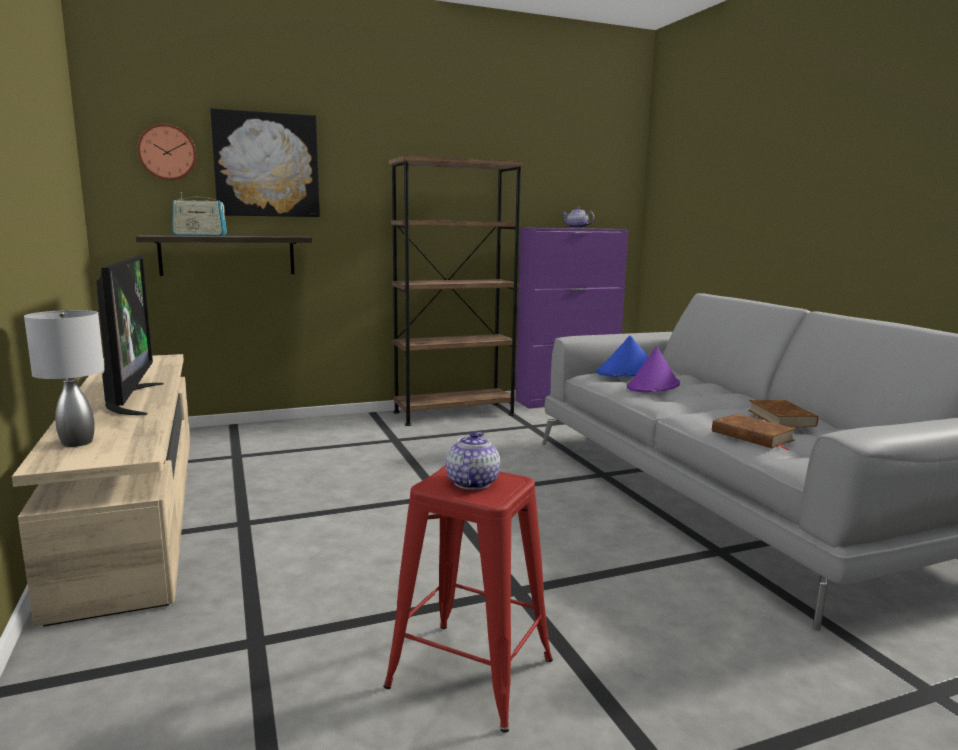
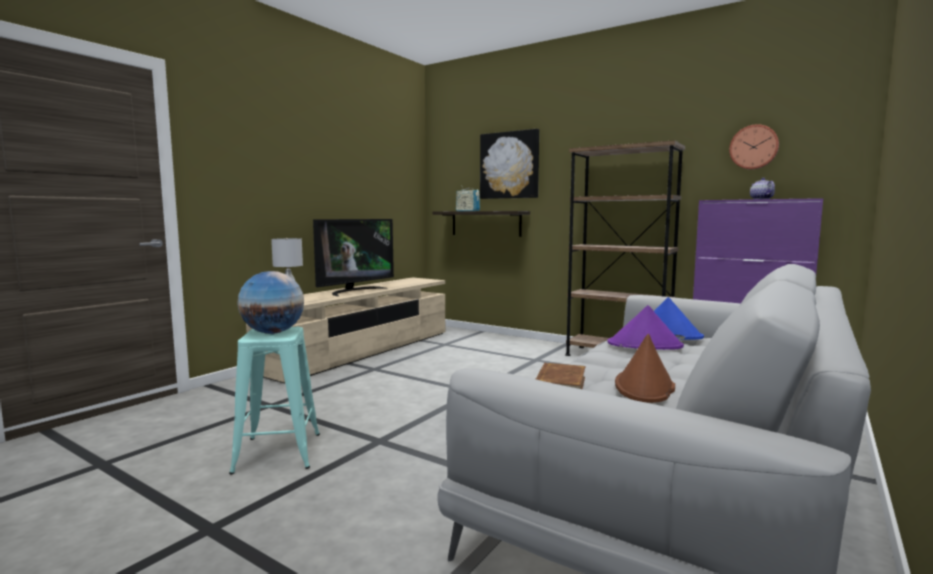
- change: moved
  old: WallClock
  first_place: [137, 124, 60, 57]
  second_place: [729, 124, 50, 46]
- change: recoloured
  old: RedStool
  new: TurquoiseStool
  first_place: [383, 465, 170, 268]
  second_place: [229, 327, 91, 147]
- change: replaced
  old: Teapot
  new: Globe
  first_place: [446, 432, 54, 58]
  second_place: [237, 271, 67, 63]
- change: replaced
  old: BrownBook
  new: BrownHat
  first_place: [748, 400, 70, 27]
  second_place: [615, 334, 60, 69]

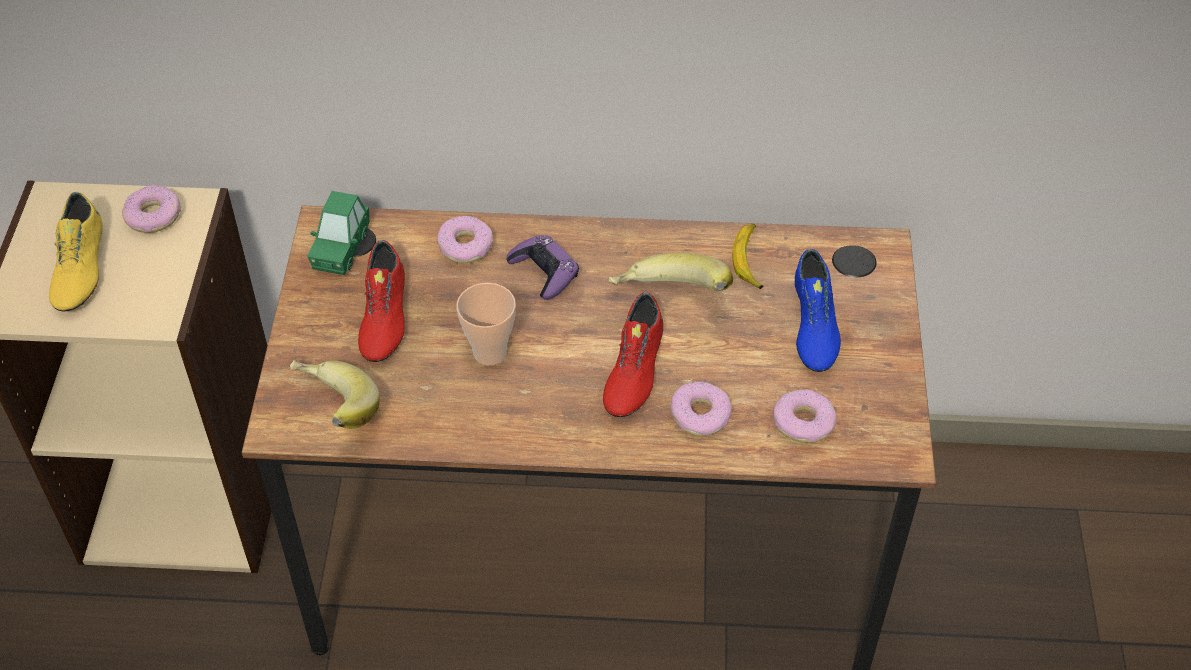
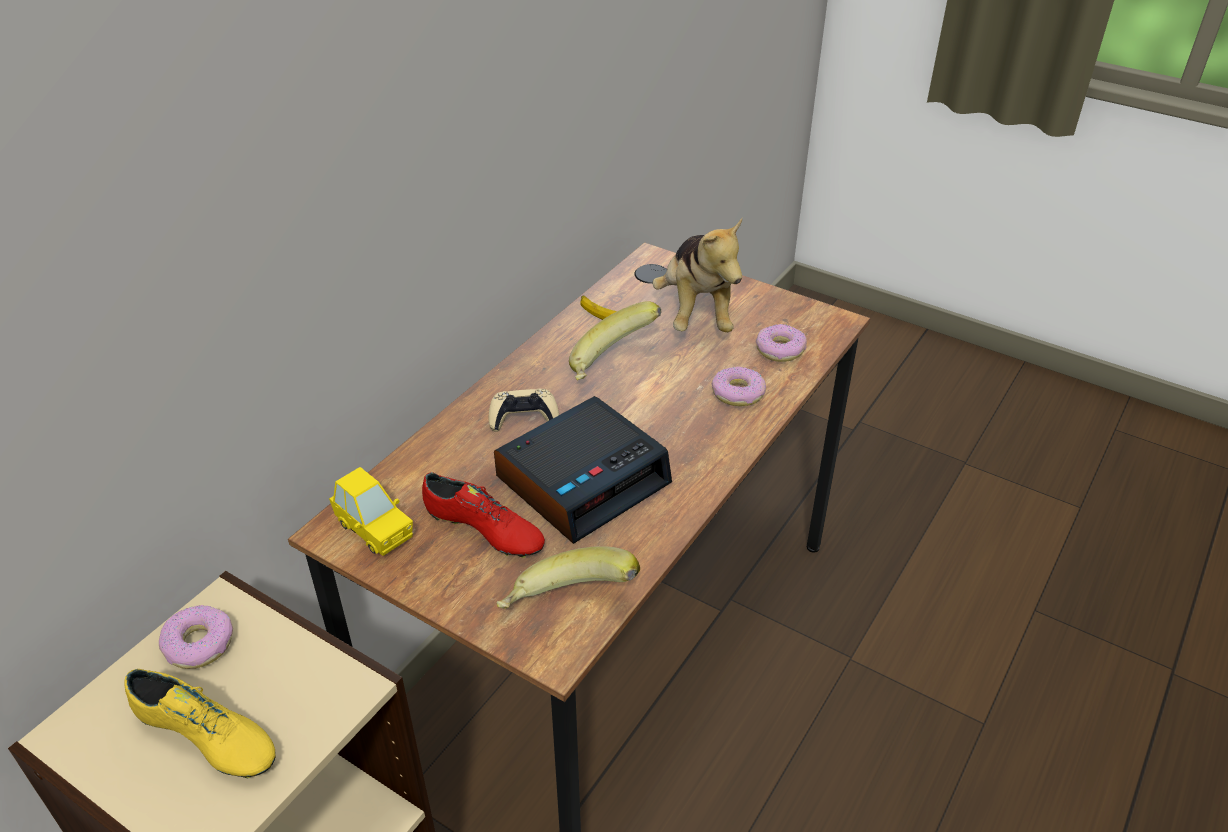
- change: recoloured
  old: GreenToyCar
  new: YellowToyCar
  first_place: [307, 191, 63, 84]
  second_place: [329, 467, 84, 89]
- change: removed
  old: Donut
  first_place: [437, 215, 56, 49]
- change: replaced
  old: Cup
  new: AlarmClock
  first_place: [456, 283, 60, 82]
  second_place: [494, 396, 178, 148]
- change: recoloured
  old: PurpleGameController
  new: BeigeGameController
  first_place: [506, 235, 73, 65]
  second_place: [488, 389, 71, 43]
- change: removed
  old: RedShoe
  first_place: [603, 292, 60, 125]
- change: replaced
  old: BlueShoe
  new: PlushToy
  first_place: [795, 249, 46, 123]
  second_place: [652, 218, 90, 114]

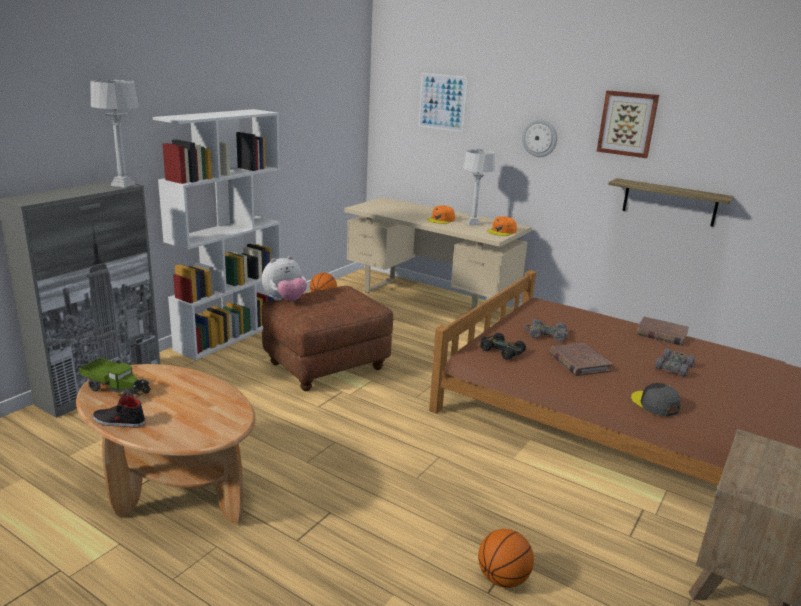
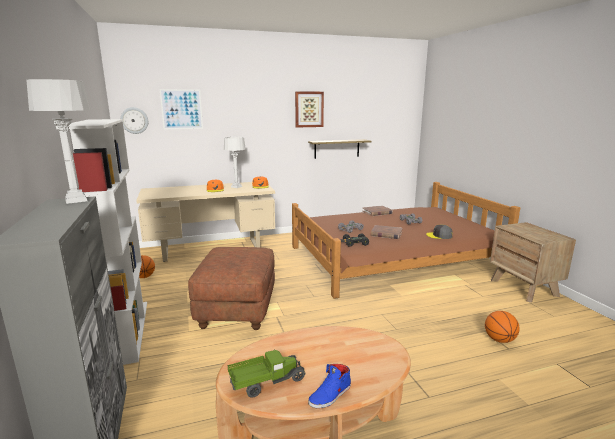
- change: recoloured
  old: BlackShoe
  new: BlueShoe
  first_place: [93, 394, 52, 34]
  second_place: [308, 364, 43, 44]
- change: removed
  old: PlushToy
  first_place: [262, 256, 45, 45]
- change: moved
  old: WallClock
  first_place: [522, 119, 35, 38]
  second_place: [120, 107, 28, 27]

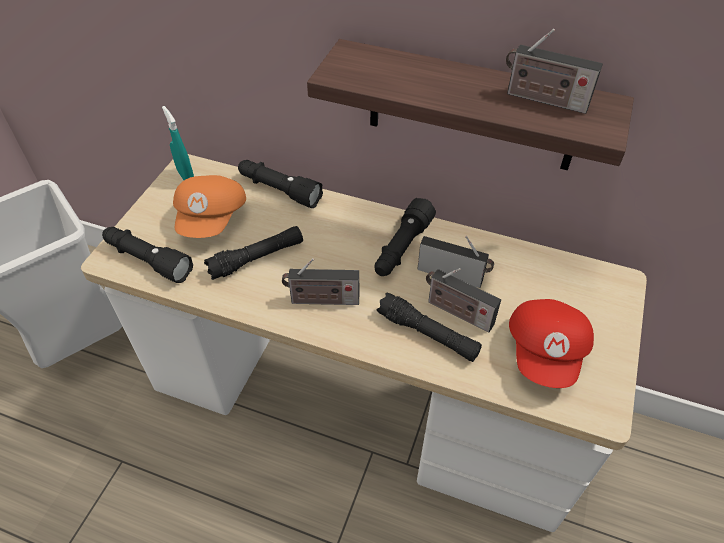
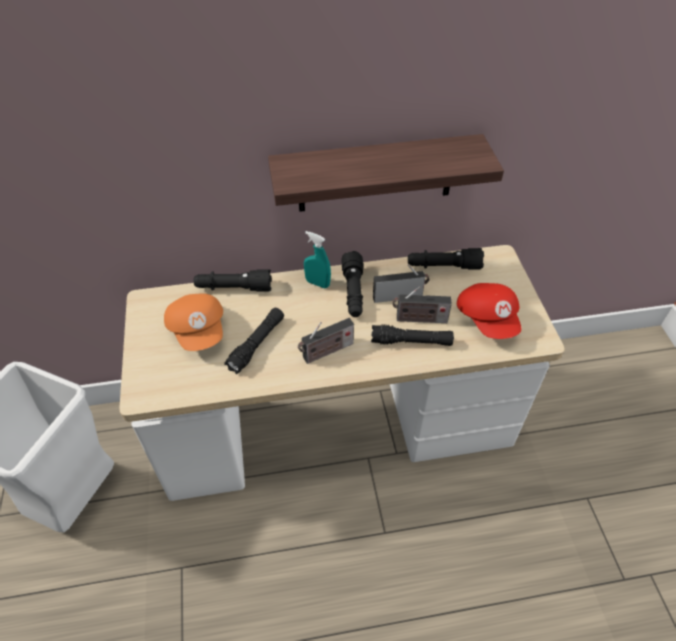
- change: moved
  old: BlackFlashlight
  first_place: [102, 227, 91, 56]
  second_place: [408, 248, 76, 22]
- change: moved
  old: TurquoiseSprayBottle
  first_place: [162, 106, 32, 74]
  second_place: [304, 231, 27, 57]
- change: removed
  old: Radio
  first_place: [506, 29, 97, 85]

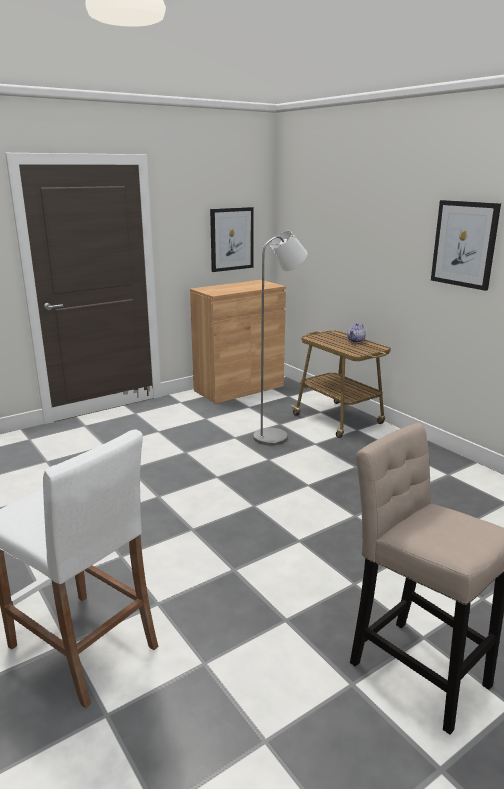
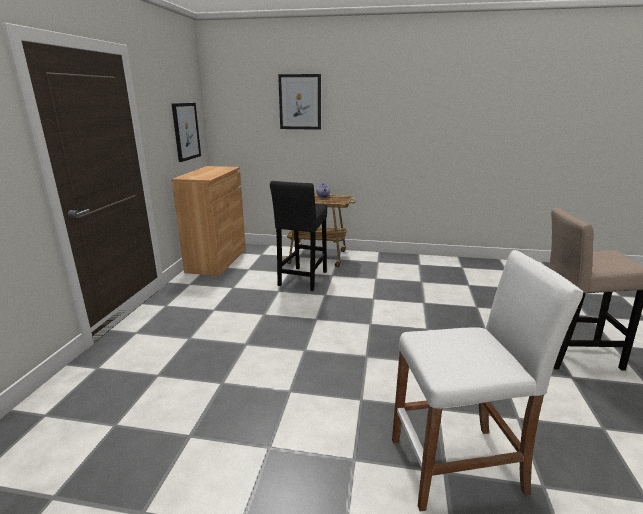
- change: replaced
  old: GreyFloorLamp
  new: BlackStool
  first_place: [253, 231, 55, 214]
  second_place: [270, 181, 57, 110]
- change: moved
  old: Picture
  first_place: [431, 200, 70, 91]
  second_place: [278, 74, 43, 56]

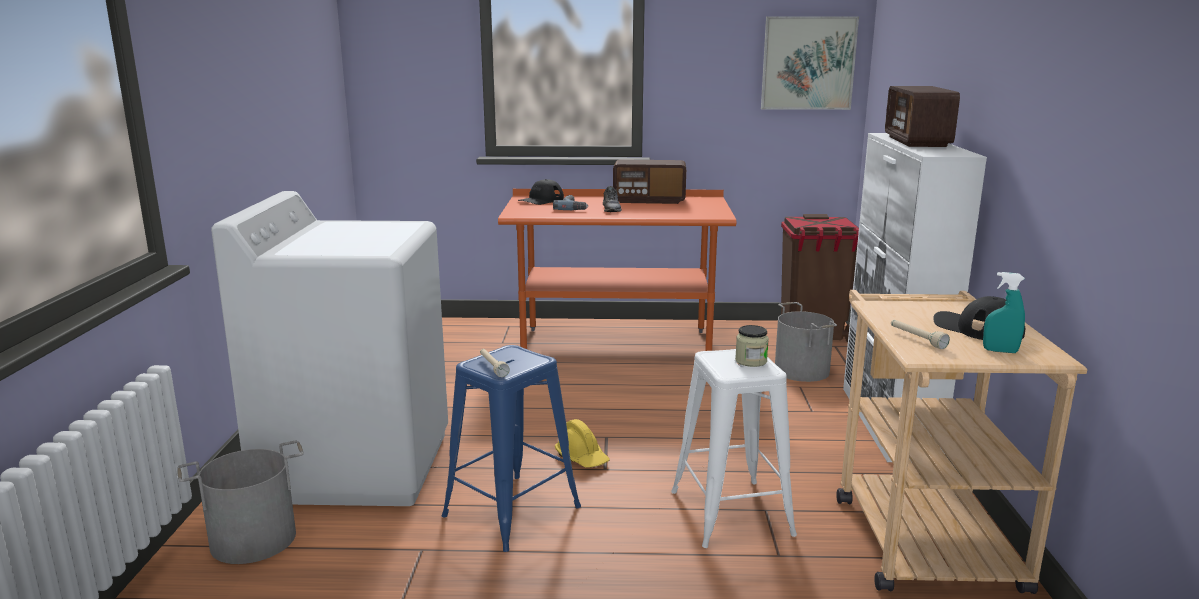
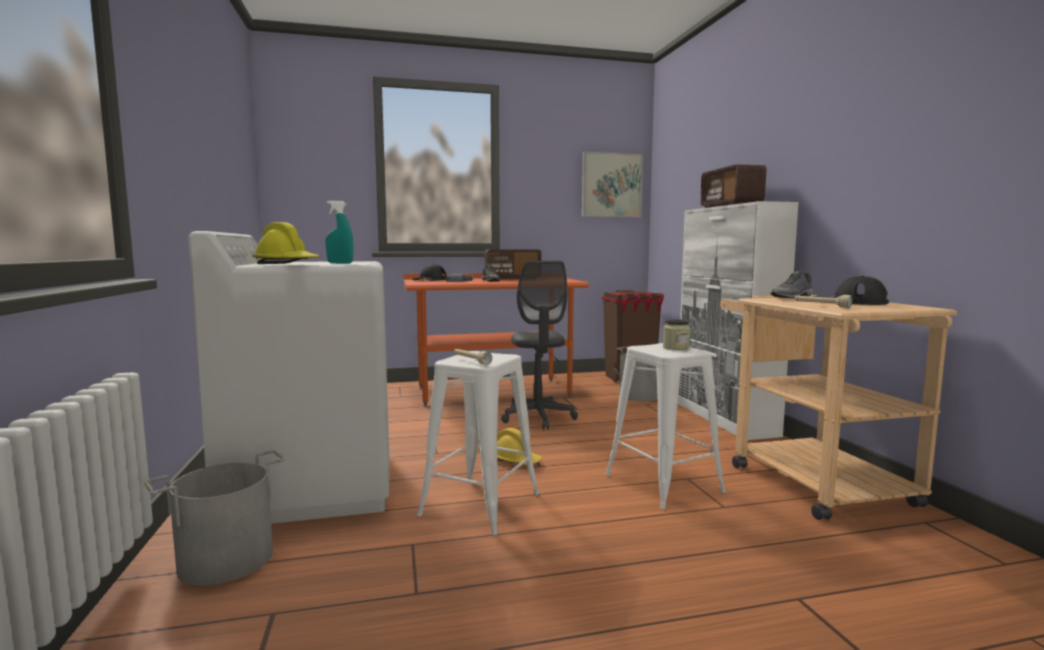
- change: recoloured
  old: BlueStool
  new: WhiteStool
  first_place: [442, 345, 139, 207]
  second_place: [417, 351, 122, 184]
- change: moved
  old: TurquoiseSprayBottle
  first_place: [983, 272, 42, 81]
  second_place: [325, 201, 28, 63]
- change: added
  new: YellowHardHat
  second_place: [252, 222, 68, 42]
- change: added
  new: GreyOfficeChair
  second_place: [501, 261, 77, 169]
- change: added
  new: GreyShoe
  second_place: [770, 271, 43, 27]

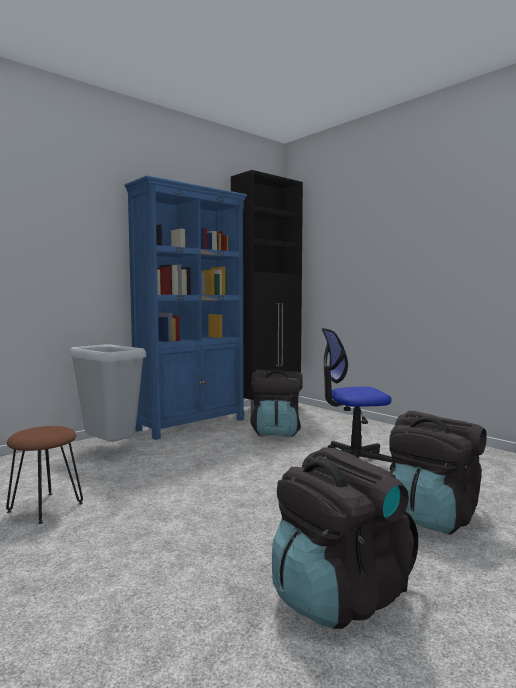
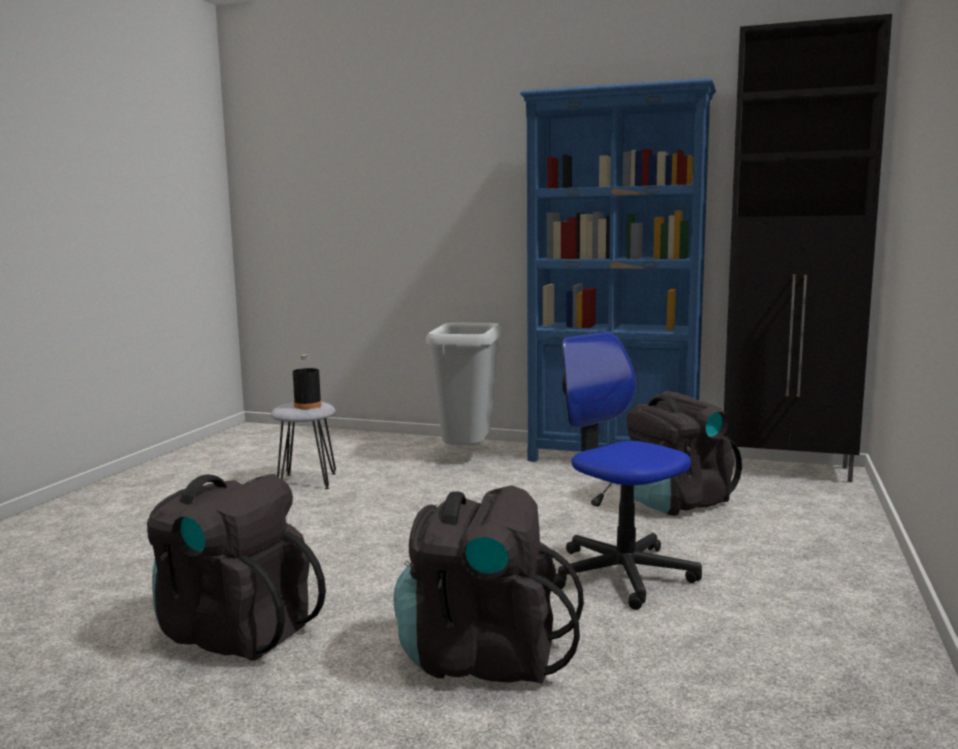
- change: recoloured
  old: BrownStool
  new: GreyStool
  first_place: [6, 426, 77, 98]
  second_place: [271, 402, 65, 87]
- change: added
  new: BlackBottle
  second_place: [293, 354, 28, 55]

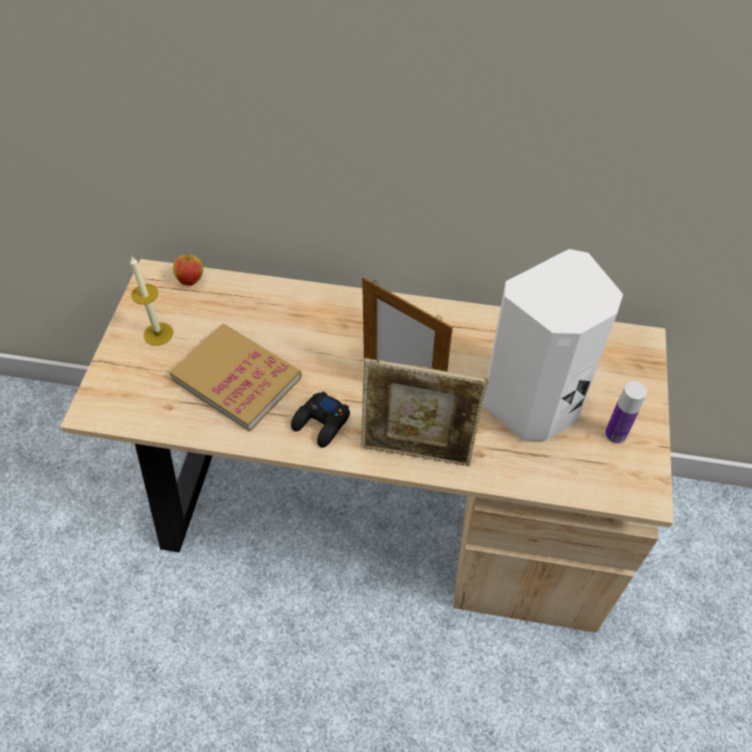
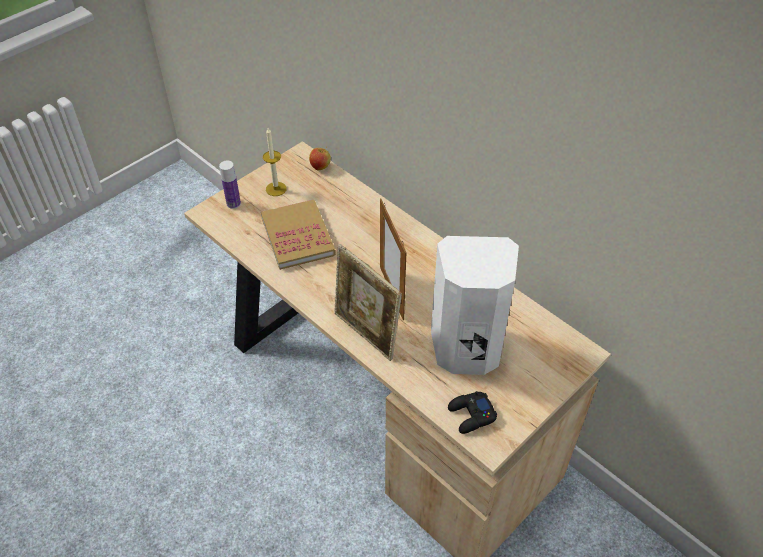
- change: moved
  old: BlackGameController
  first_place: [291, 391, 59, 57]
  second_place: [448, 391, 49, 43]
- change: moved
  old: Bottle
  first_place: [605, 381, 42, 63]
  second_place: [219, 161, 22, 48]

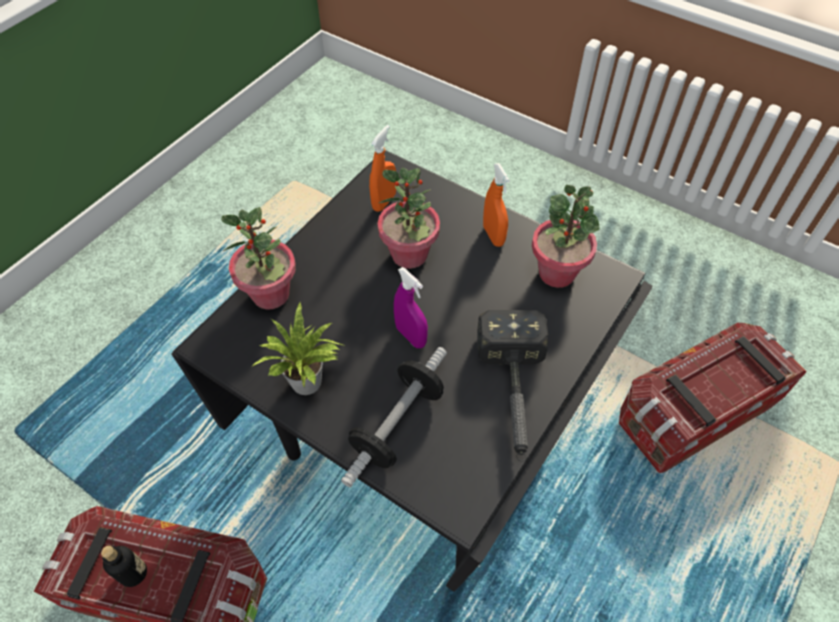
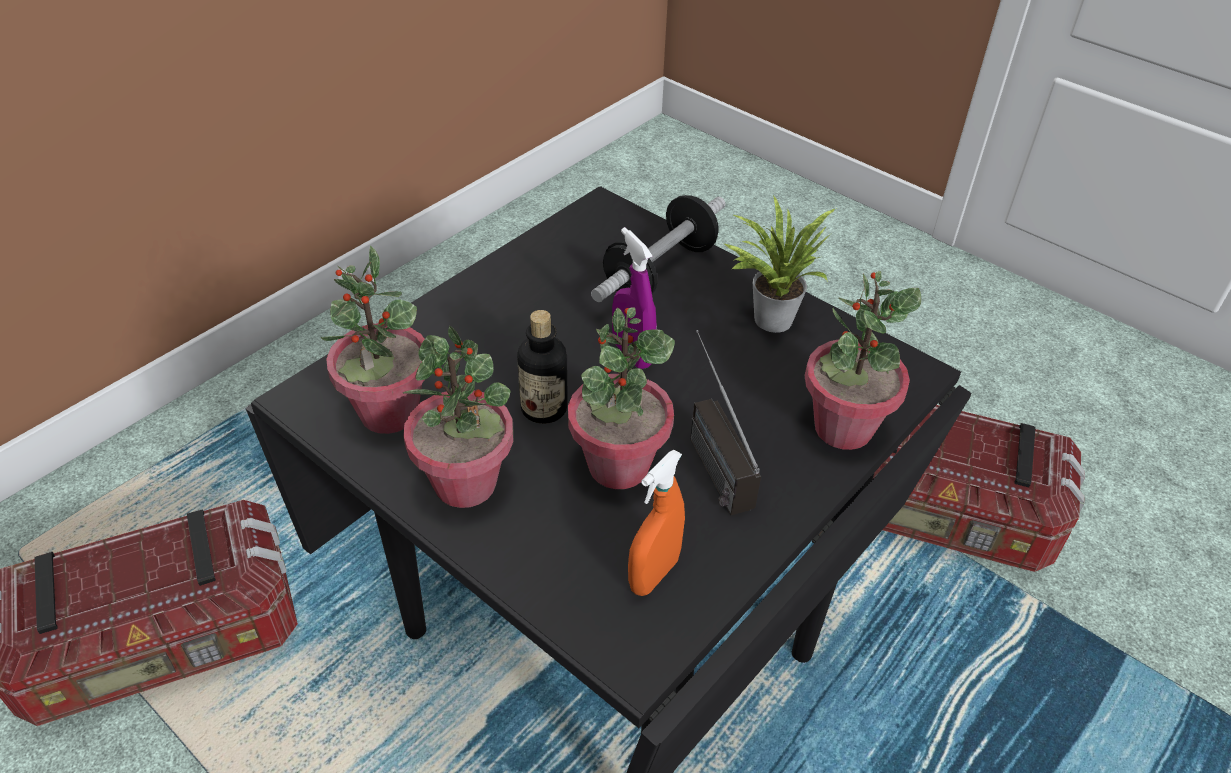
- change: moved
  old: Bottle
  first_place: [101, 546, 46, 41]
  second_place: [517, 310, 51, 114]
- change: removed
  old: Hammer
  first_place: [477, 310, 71, 151]
- change: replaced
  old: OrangeSprayBottle
  new: PottedPlant
  first_place: [483, 163, 27, 84]
  second_place: [403, 326, 110, 182]
- change: added
  new: Radio
  second_place: [690, 330, 71, 185]

